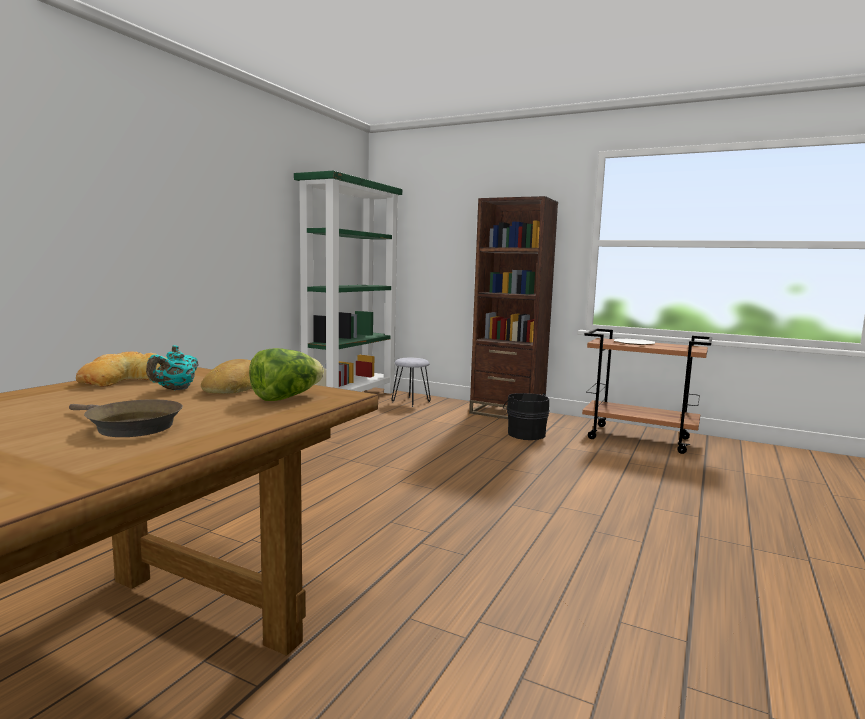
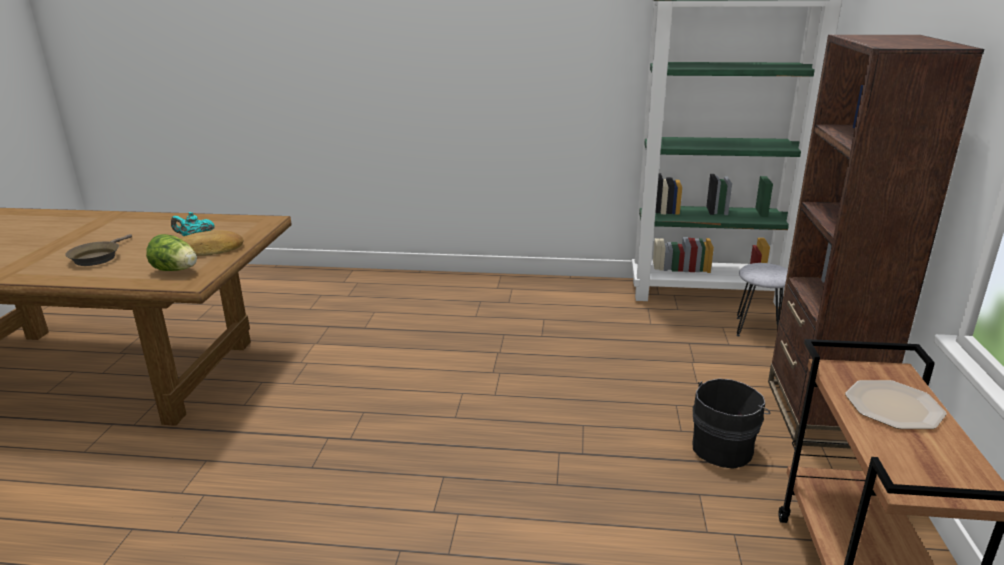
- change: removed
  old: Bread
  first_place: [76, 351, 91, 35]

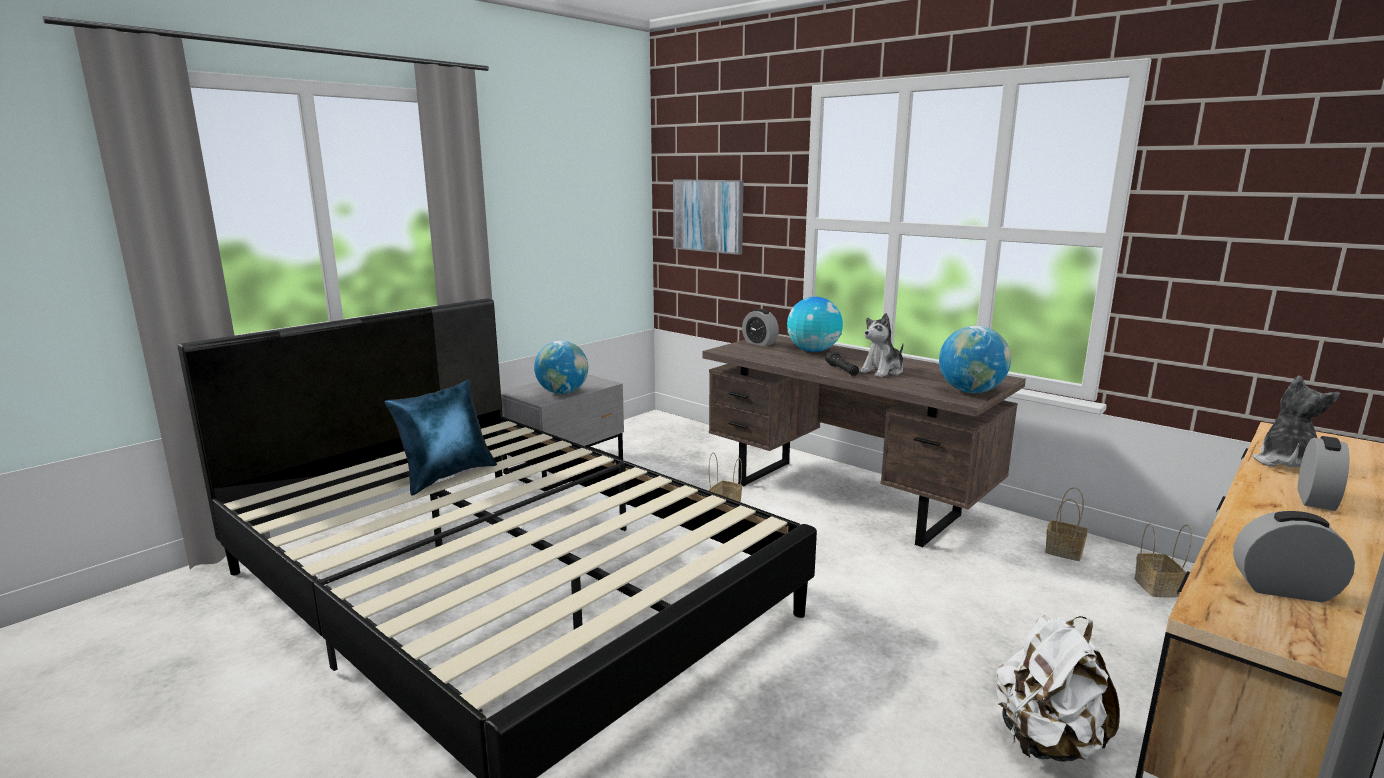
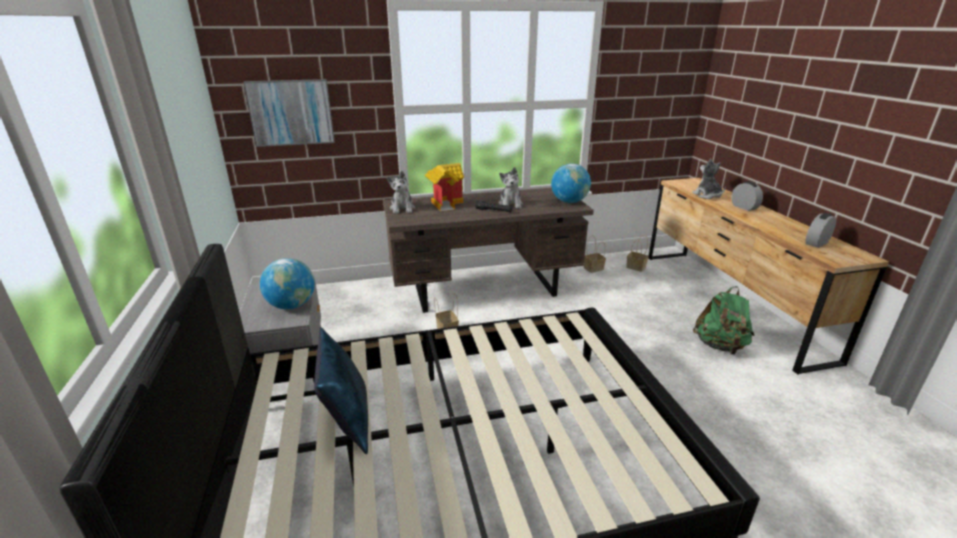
- change: replaced
  old: AlarmClock
  new: PlushToy
  first_place: [742, 309, 37, 37]
  second_place: [387, 171, 28, 43]
- change: replaced
  old: Globe
  new: ToyHouse
  first_place: [787, 297, 56, 55]
  second_place: [425, 163, 39, 48]
- change: recoloured
  old: WhiteBackpack
  new: GreenBackpack
  first_place: [996, 615, 124, 147]
  second_place: [693, 286, 61, 68]

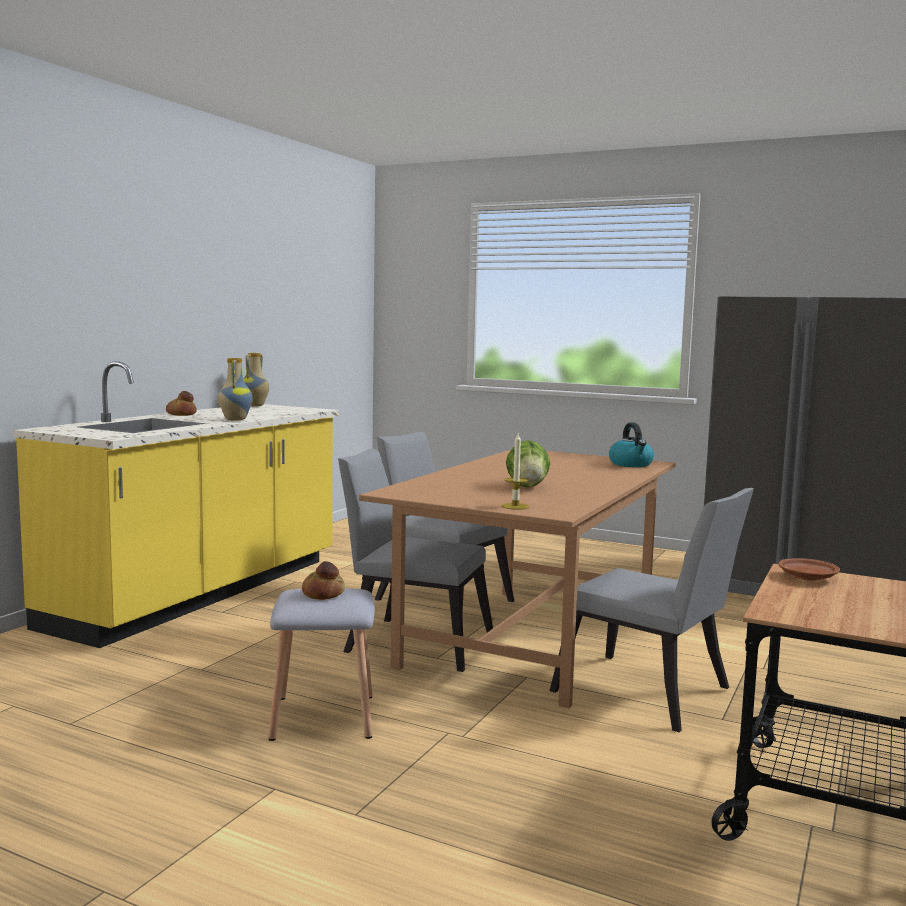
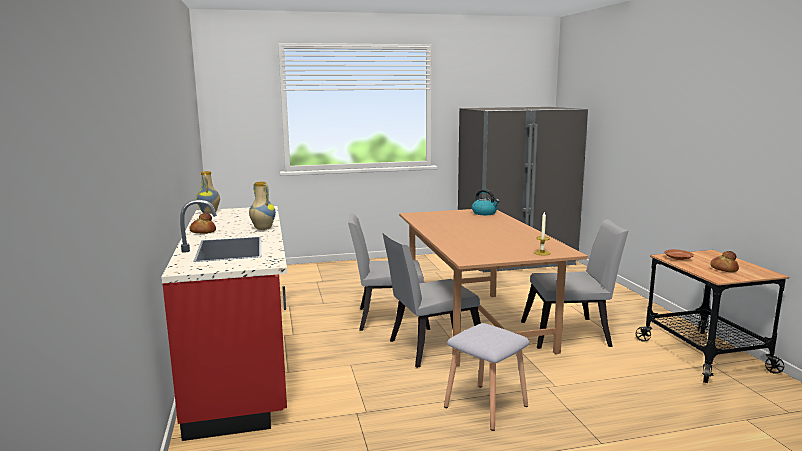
- change: recoloured
  old: YellowCounter
  new: RedCounter
  first_place: [14, 361, 326, 287]
  second_place: [161, 200, 126, 241]
- change: moved
  old: Bread
  first_place: [302, 561, 43, 39]
  second_place: [710, 251, 29, 21]
- change: removed
  old: Lettuce
  first_place: [506, 440, 44, 48]

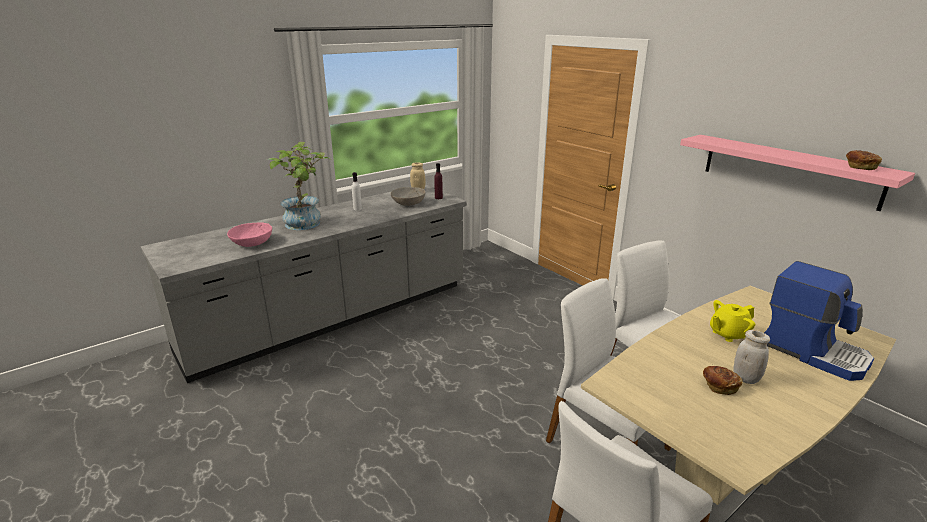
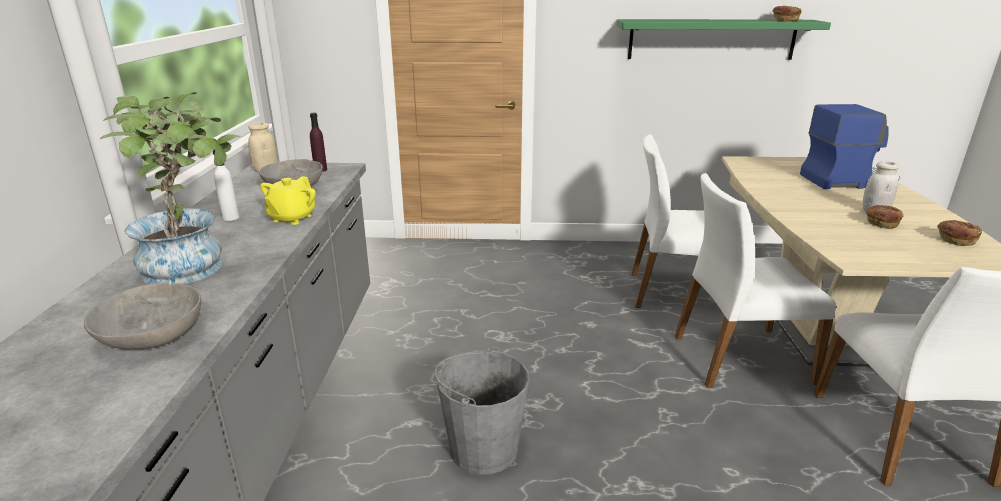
- change: recoloured
  old: PinkBowl
  new: GreyBowl
  first_place: [227, 222, 45, 25]
  second_place: [84, 282, 117, 68]
- change: recoloured
  old: PinkShelf
  new: GreenShelf
  first_place: [680, 135, 235, 76]
  second_place: [616, 19, 215, 41]
- change: moved
  old: YellowTeapot
  first_place: [710, 300, 45, 42]
  second_place: [260, 176, 56, 49]
- change: added
  new: GreyBucket
  second_place: [434, 347, 96, 128]
- change: added
  new: Bread
  second_place: [937, 220, 45, 26]

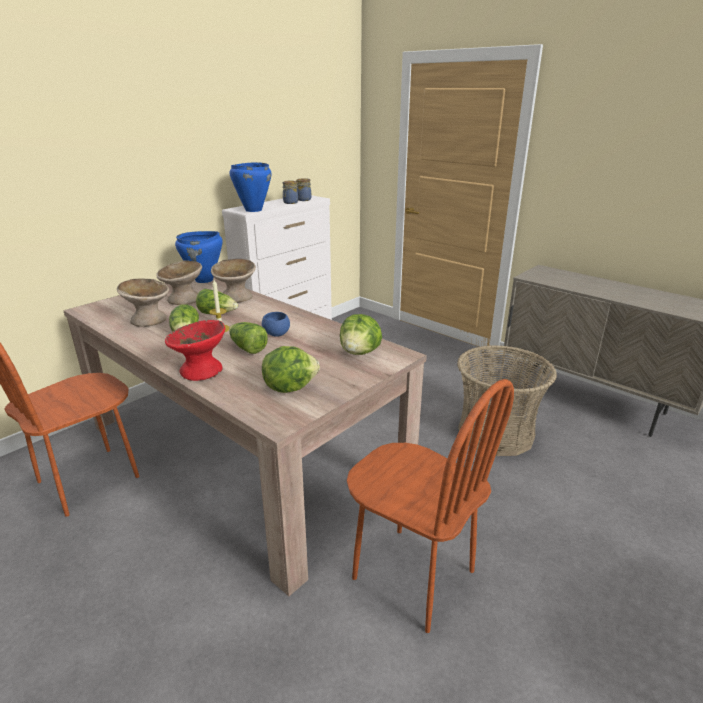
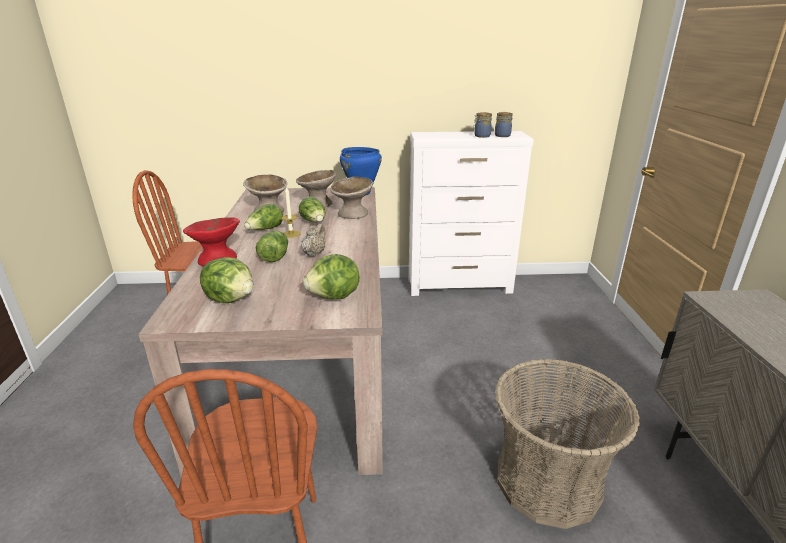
- change: removed
  old: BlueCookingPot
  first_place: [230, 162, 42, 50]
- change: replaced
  old: BlueBowl
  new: BeigeTeapot
  first_place: [262, 312, 28, 25]
  second_place: [301, 224, 24, 33]

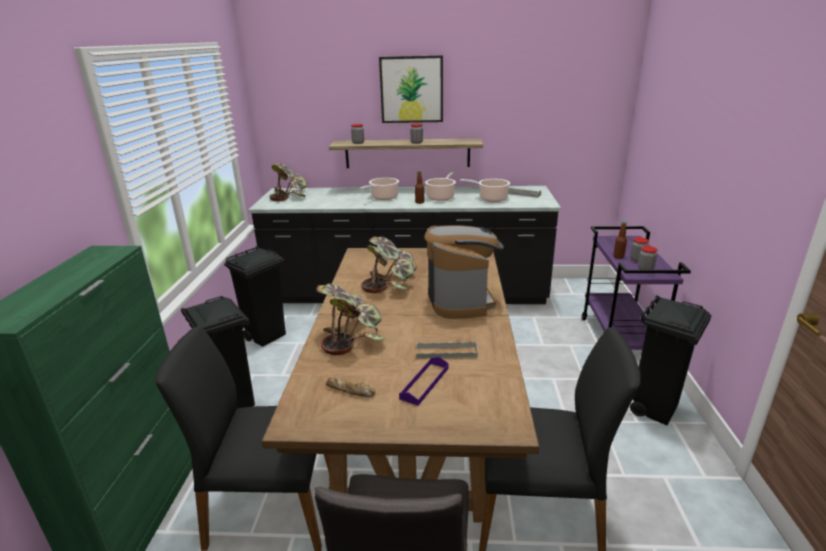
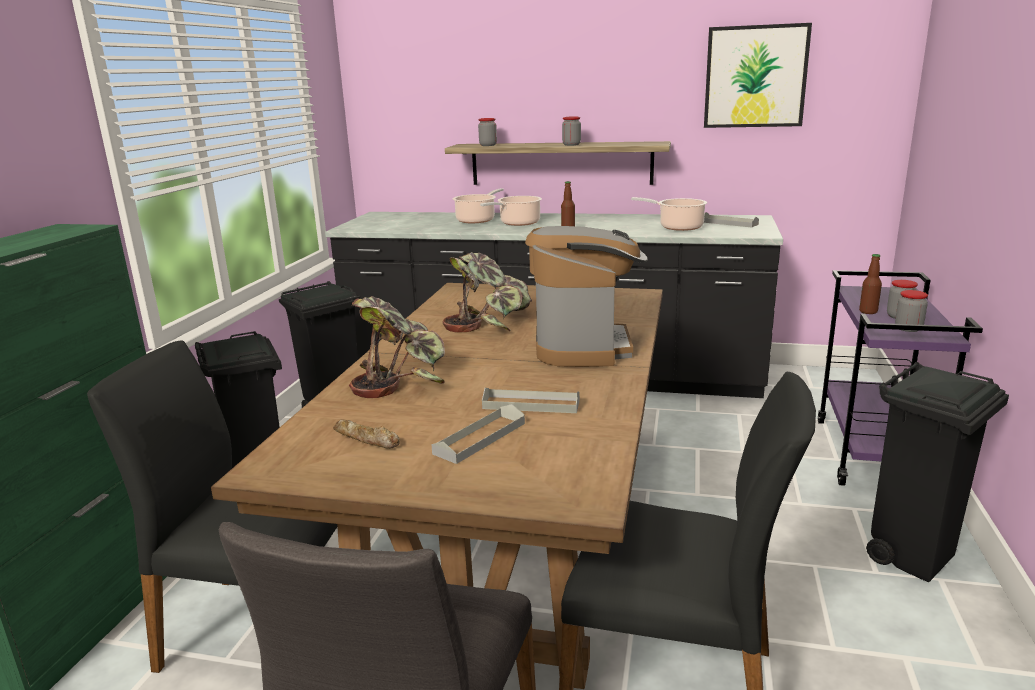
- change: removed
  old: PottedPlant
  first_place: [270, 163, 37, 38]
- change: moved
  old: Picture
  first_place: [379, 55, 64, 68]
  second_place: [704, 23, 108, 105]
- change: recoloured
  old: PurpleTray
  new: GreyTray
  first_place: [399, 357, 49, 49]
  second_place: [431, 404, 94, 60]
- change: moved
  old: CookingPot
  first_place: [425, 172, 31, 29]
  second_place: [453, 188, 51, 35]

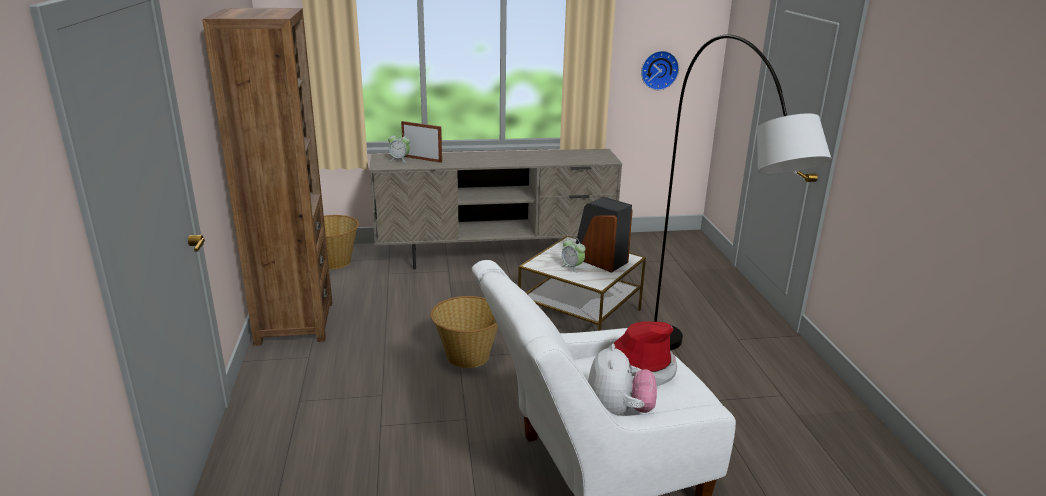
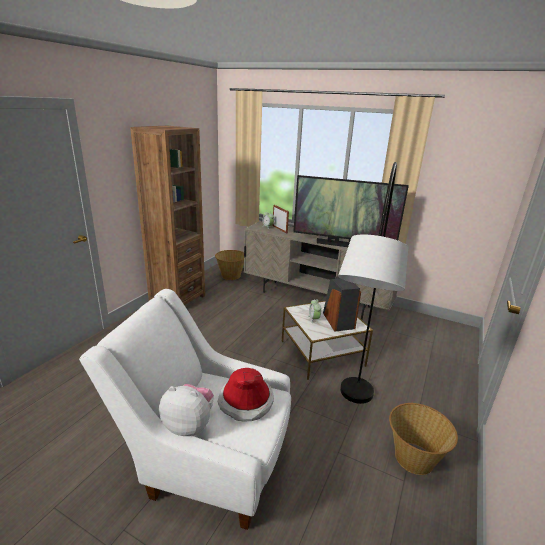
- change: moved
  old: Basket
  first_place: [431, 296, 67, 72]
  second_place: [389, 403, 69, 72]
- change: turned
  old: PlushToy
  first_place: [588, 344, 69, 71]
  second_place: [159, 384, 55, 52]
  degrees: -120
- change: removed
  old: WallClock
  first_place: [641, 51, 38, 39]
- change: added
  new: Television
  second_place: [293, 175, 116, 72]

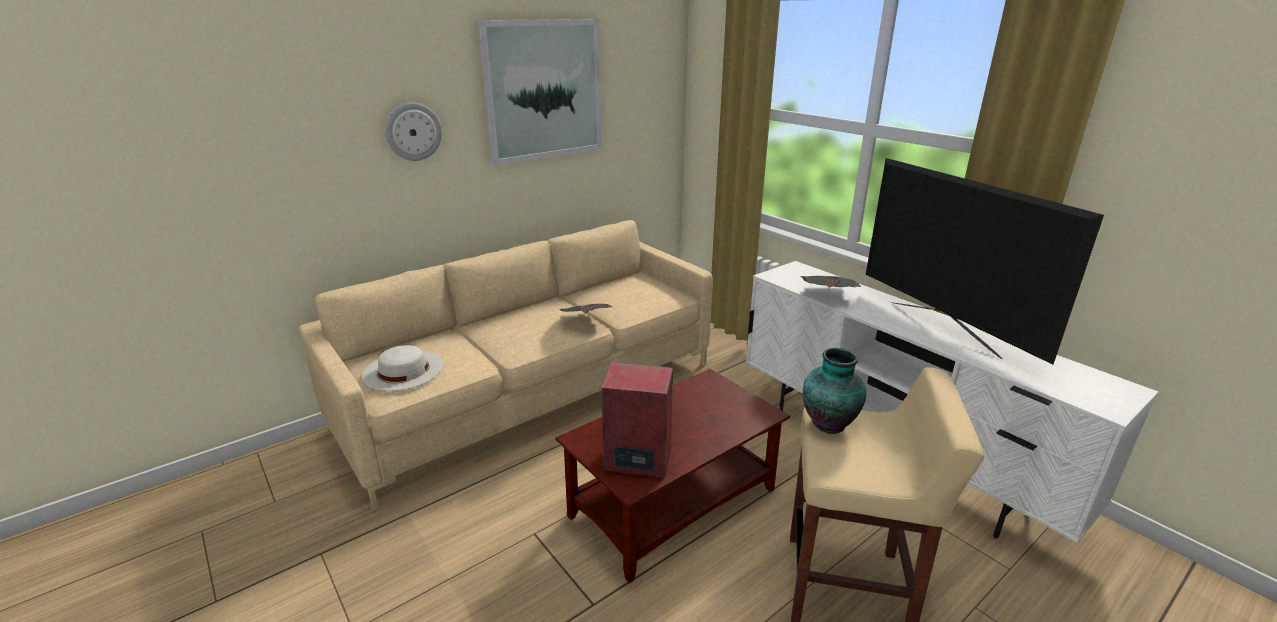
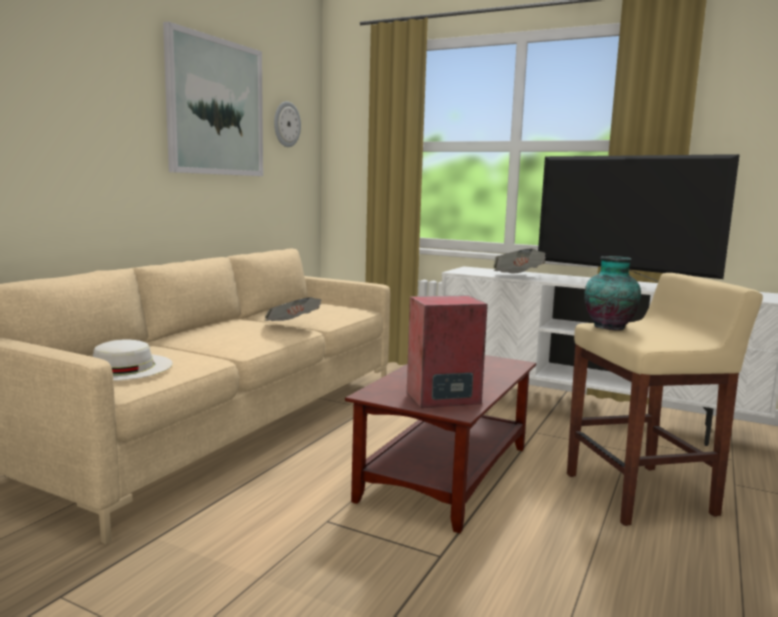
- change: moved
  old: WallClock
  first_place: [385, 103, 57, 58]
  second_place: [274, 101, 27, 46]

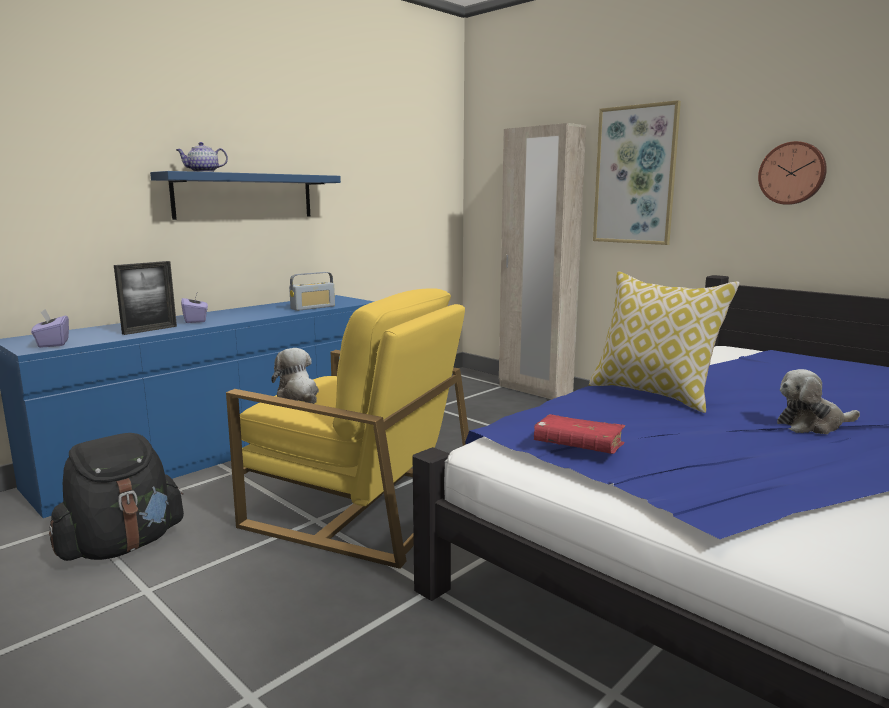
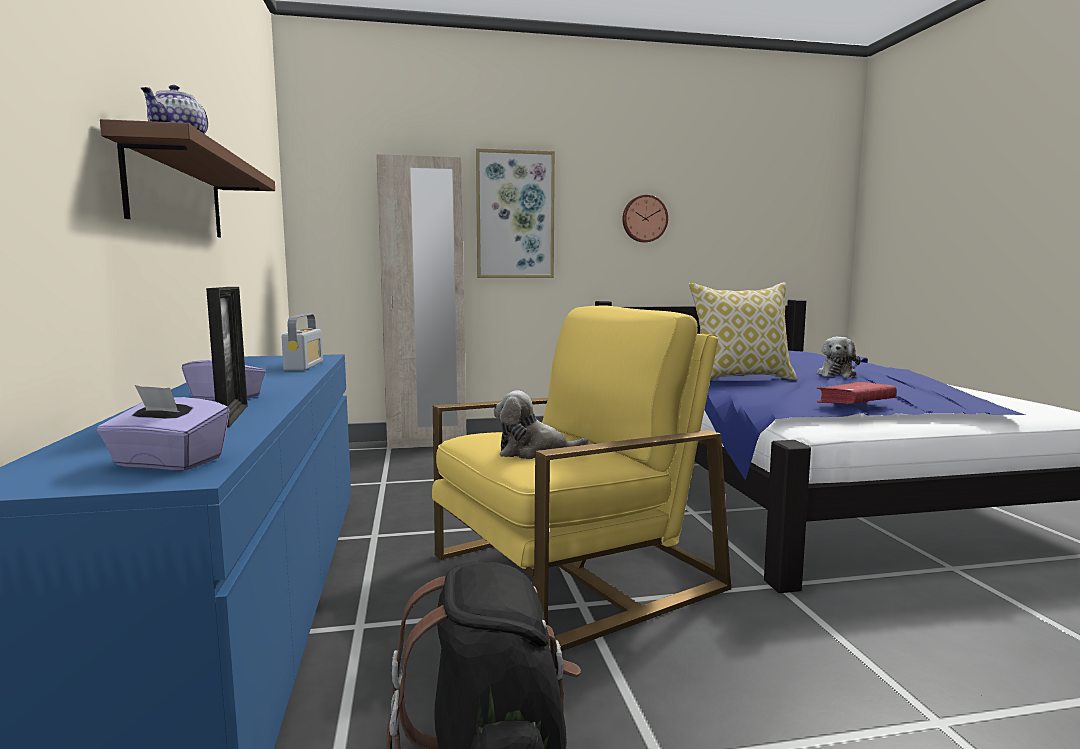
- change: recoloured
  old: BlueShelf
  new: BrownShelf
  first_place: [150, 171, 191, 49]
  second_place: [100, 119, 175, 119]

